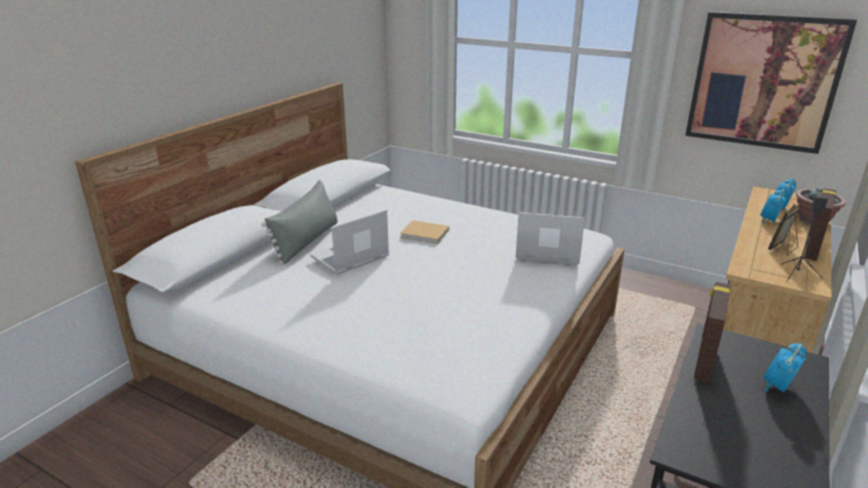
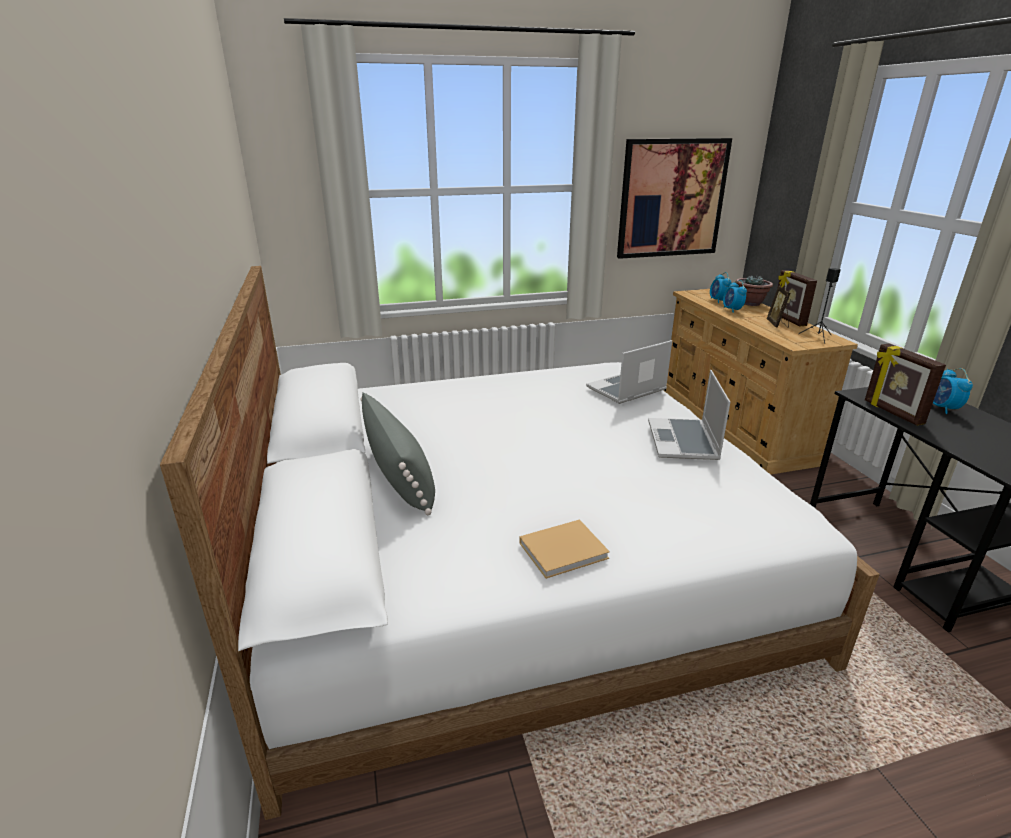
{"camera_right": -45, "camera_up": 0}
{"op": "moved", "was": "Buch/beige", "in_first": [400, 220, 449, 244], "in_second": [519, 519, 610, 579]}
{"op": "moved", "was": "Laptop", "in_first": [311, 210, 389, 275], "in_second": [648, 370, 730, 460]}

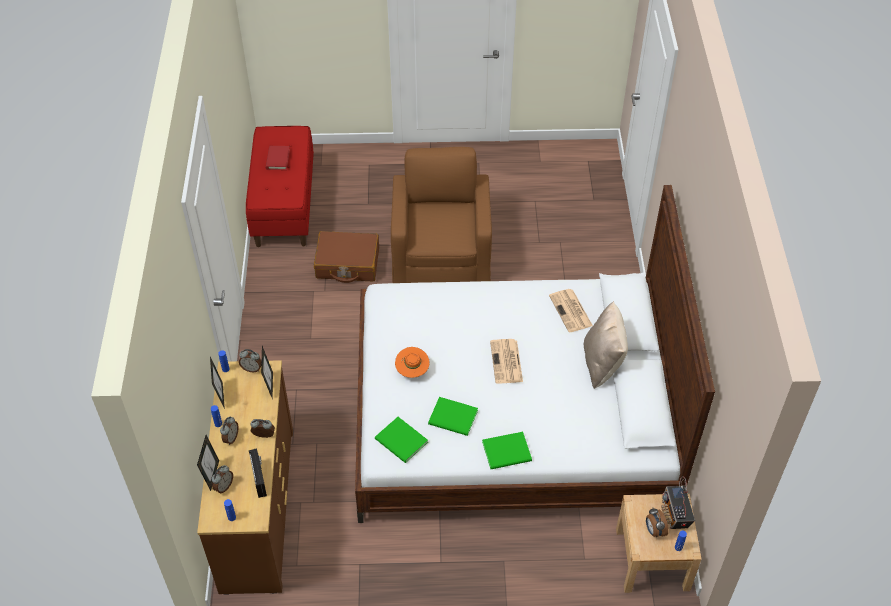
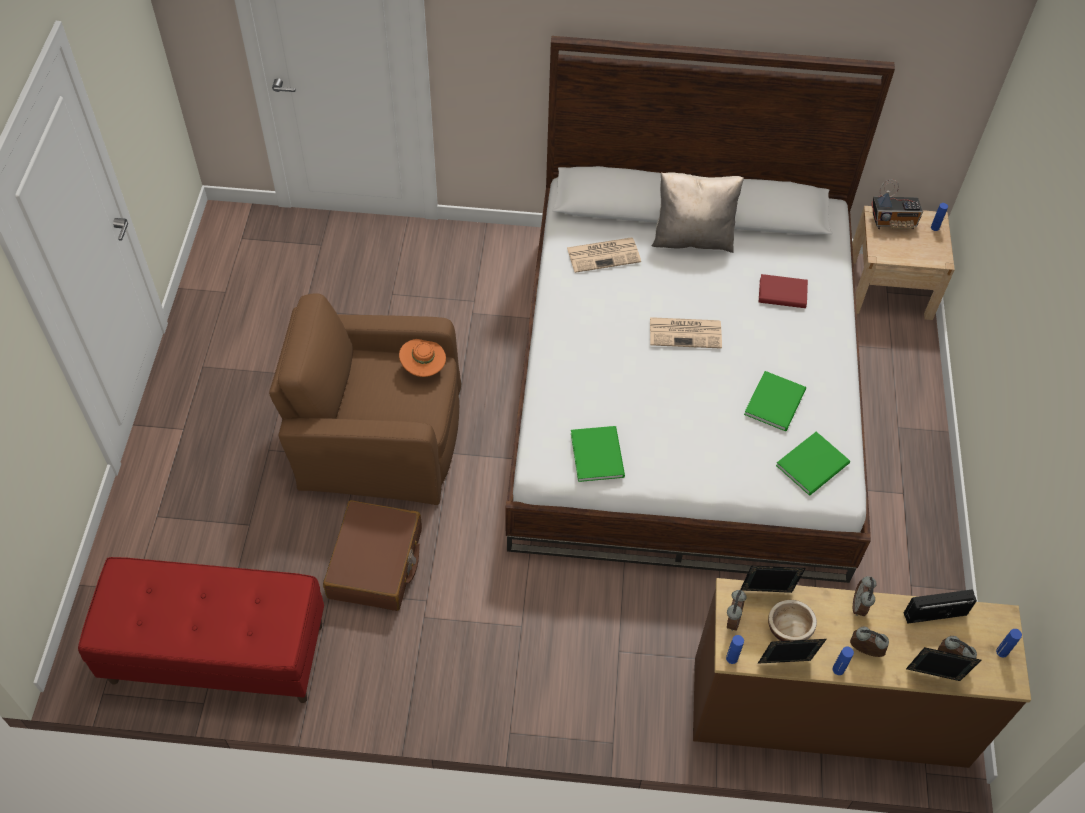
{"camera_right": -85, "camera_up": 5}
{"op": "moved", "was": "Hut/orange", "in_first": [395, 347, 430, 378], "in_second": [399, 339, 446, 377]}
{"op": "moved", "was": "Buch/grün", "in_first": [482, 432, 532, 469], "in_second": [571, 426, 625, 482]}
{"op": "moved", "was": "Buch/rot", "in_first": [265, 146, 290, 170], "in_second": [759, 274, 808, 308]}
{"op": "added", "now": "Schüssel", "in_second": [768, 600, 817, 641]}
{"op": "removed", "was": "Wecker", "in_first": [646, 508, 669, 537]}

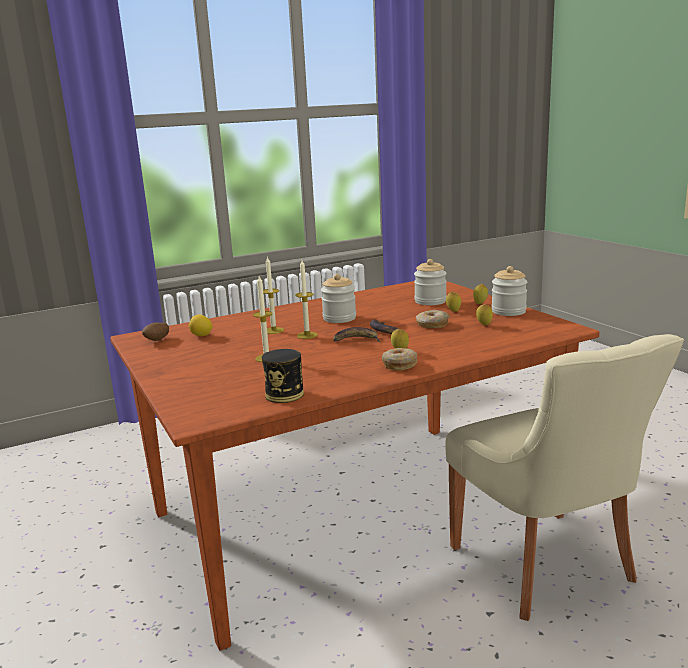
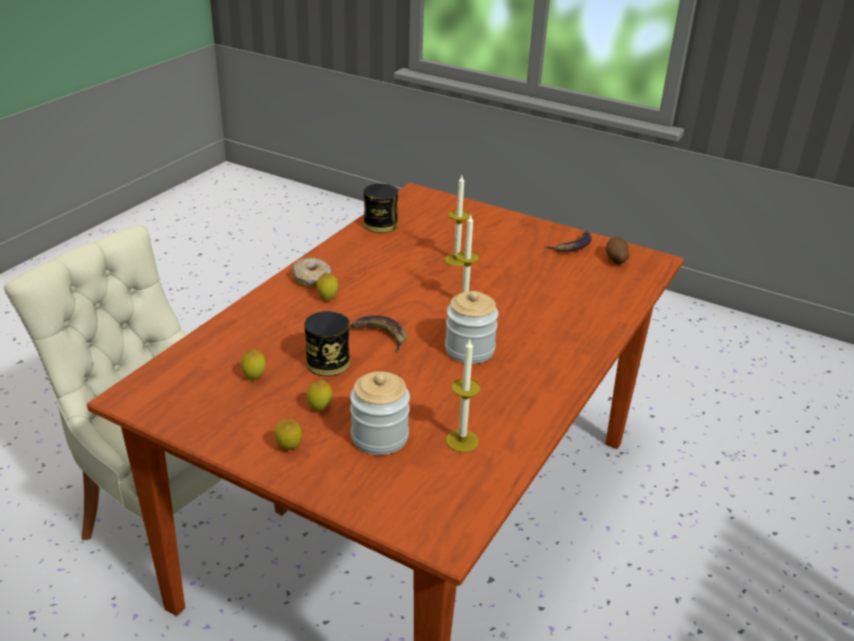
{"camera_right": 145, "camera_up": 15}
{"op": "replaced", "was": "Donut", "now": "Dose", "in_first": [416, 310, 449, 328], "in_second": [304, 311, 350, 376]}
{"op": "moved", "was": "Kerze", "in_first": [263, 256, 284, 334], "in_second": [446, 339, 481, 452]}
{"op": "moved", "was": "Banane", "in_first": [333, 327, 381, 342], "in_second": [544, 232, 592, 252]}
{"op": "removed", "was": "Zitrone", "in_first": [189, 314, 213, 336]}
{"op": "removed", "was": "Vorratsglas", "in_first": [491, 266, 527, 316]}

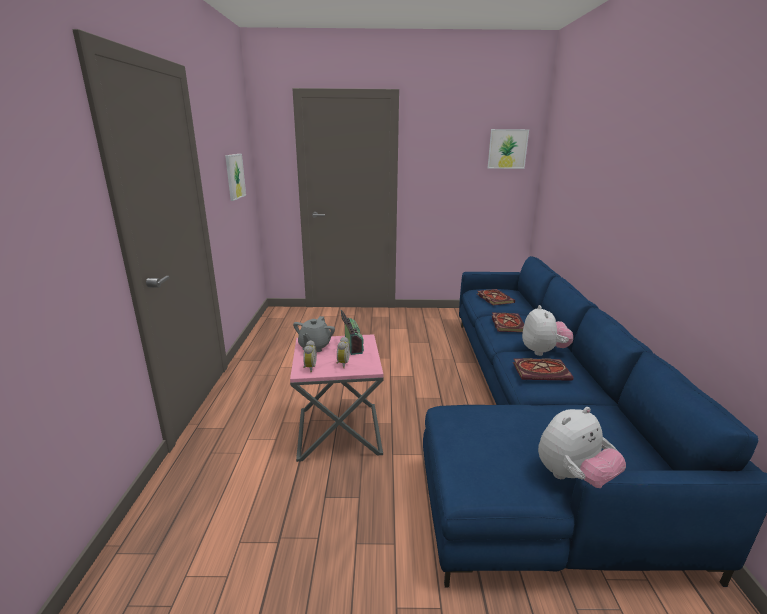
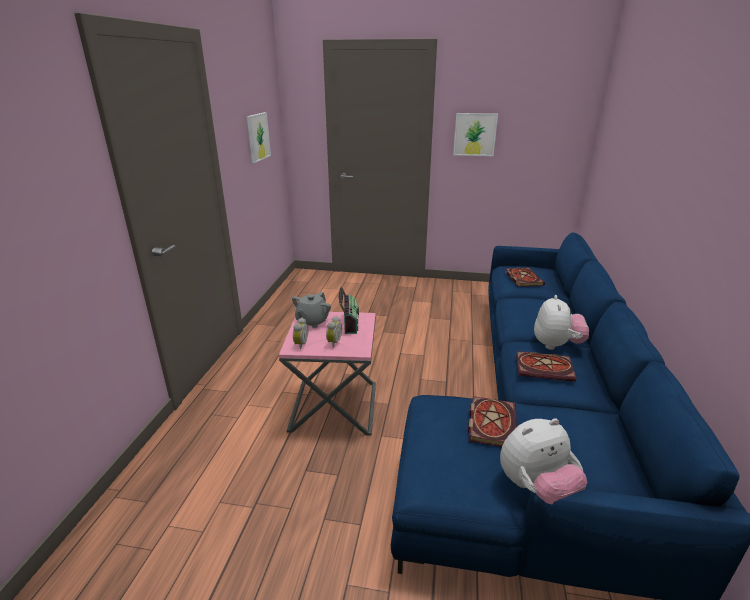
{"camera_right": 10, "camera_up": 5}
{"op": "moved", "was": "Bild", "in_first": [488, 129, 529, 169], "in_second": [453, 113, 498, 156]}
{"op": "moved", "was": "Buch", "in_first": [492, 312, 524, 332], "in_second": [468, 396, 517, 447]}

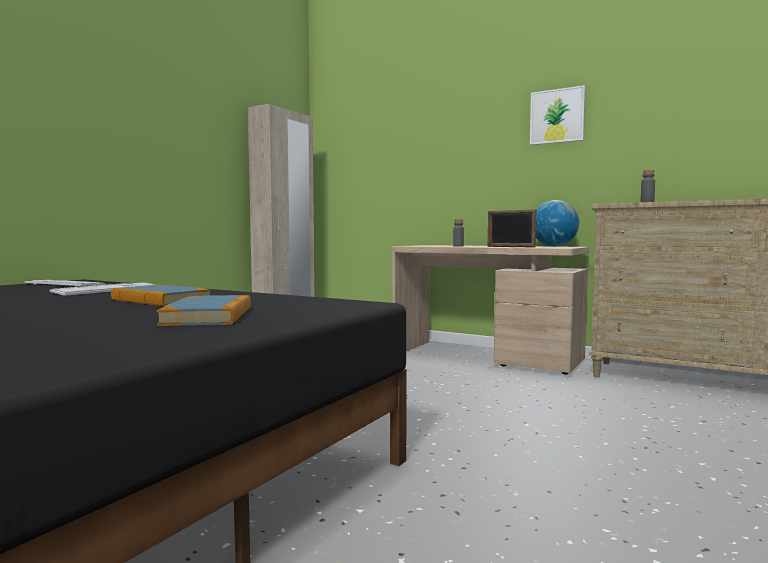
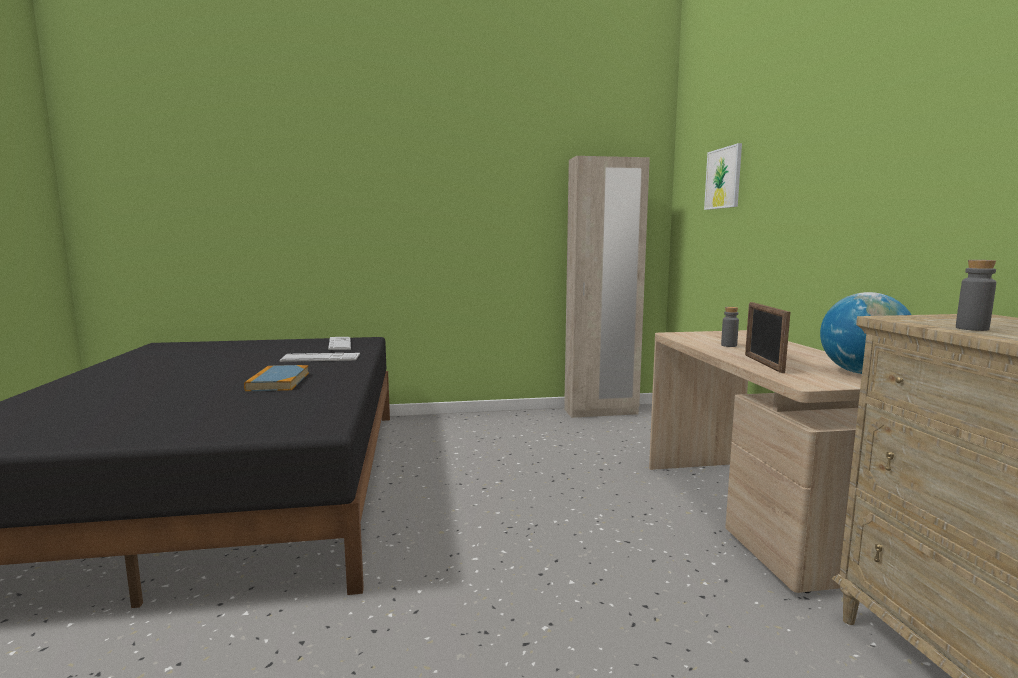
{"camera_right": 50, "camera_up": 5}
{"op": "moved", "was": "Bild", "in_first": [530, 85, 585, 145], "in_second": [704, 143, 742, 210]}
{"op": "removed", "was": "Buch", "in_first": [157, 295, 251, 326]}

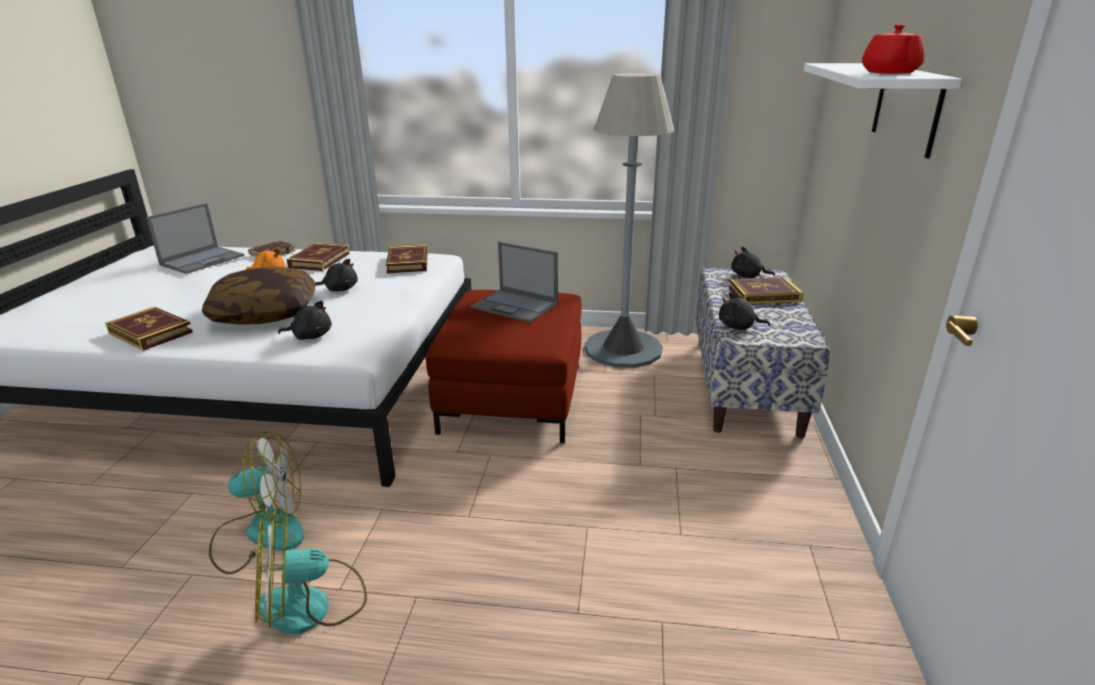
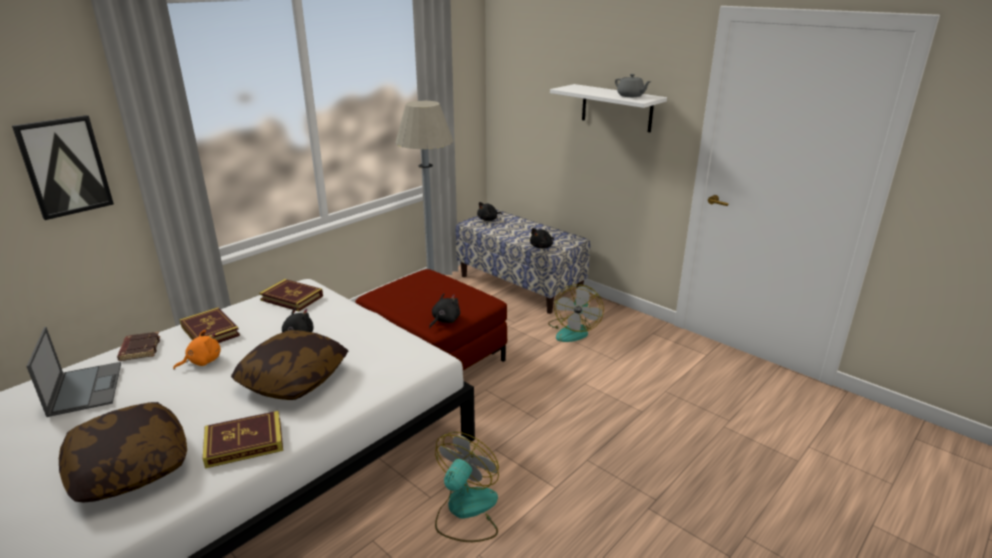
{"camera_right": -55, "camera_up": 0}
{"op": "added", "now": "Bild", "in_second": [12, 115, 114, 220]}
{"op": "added", "now": "Kissen", "in_second": [59, 402, 187, 503]}
{"op": "moved", "was": "Plüschtier/schwarz", "in_first": [278, 301, 332, 340], "in_second": [429, 293, 460, 328]}
{"op": "moved", "was": "Ventilator", "in_first": [255, 511, 367, 635], "in_second": [548, 284, 604, 342]}
{"op": "recoloured", "was": "Teekanne/rot", "now": "Teekanne/grau", "in_first": [862, 24, 925, 74], "in_second": [615, 74, 651, 97]}
{"op": "removed", "was": "Laptop", "in_first": [471, 242, 558, 323]}
{"op": "removed", "was": "Buch", "in_first": [729, 277, 803, 304]}

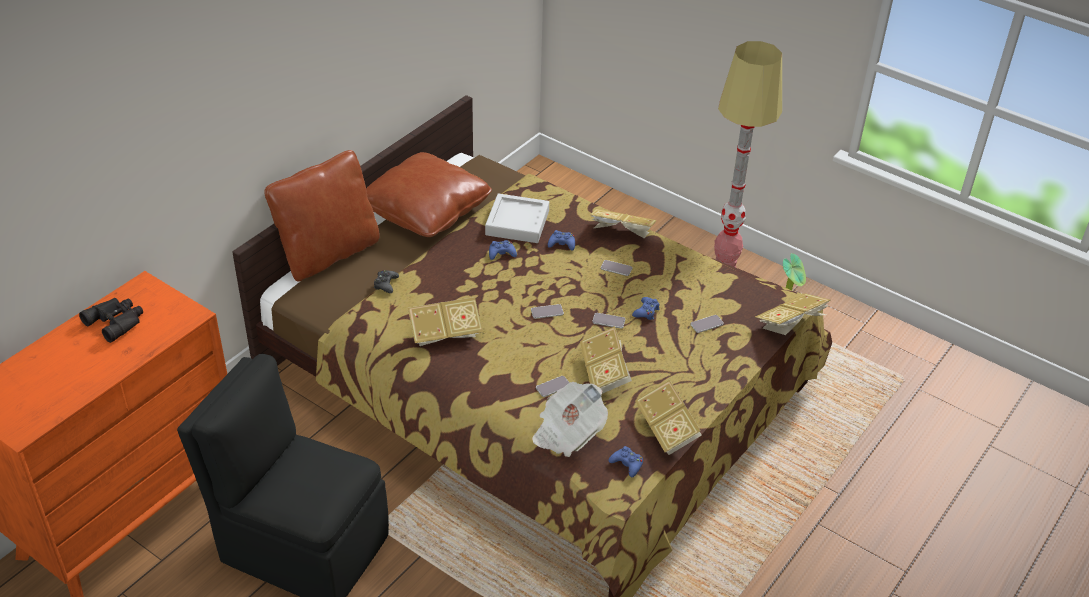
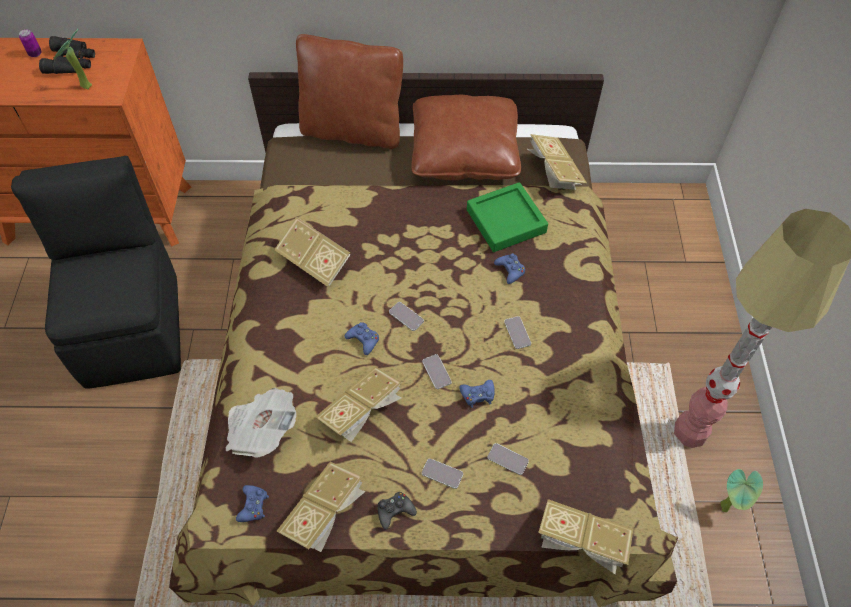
{"camera_right": 55, "camera_up": 15}
{"op": "added", "now": "Dose", "in_second": [19, 29, 42, 57]}
{"op": "added", "now": "Topfpflanze", "in_second": [54, 29, 92, 90]}
{"op": "moved", "was": "Gamepad/blau", "in_first": [489, 240, 517, 260], "in_second": [344, 322, 379, 355]}
{"op": "moved", "was": "Gamepad/schwarz", "in_first": [374, 270, 399, 293], "in_second": [378, 492, 417, 529]}
{"op": "moved", "was": "Handy", "in_first": [536, 376, 570, 397], "in_second": [422, 458, 463, 489]}
{"op": "recoloured", "was": "Tablett/grau", "now": "Tablett/grün", "in_first": [485, 193, 549, 243], "in_second": [467, 182, 548, 252]}
{"op": "moved", "was": "Buch", "in_first": [590, 209, 657, 238], "in_second": [527, 134, 587, 190]}

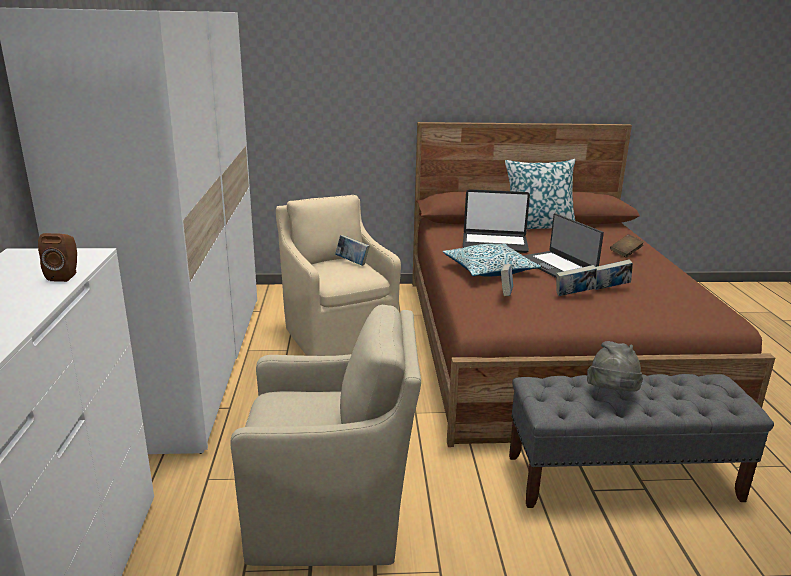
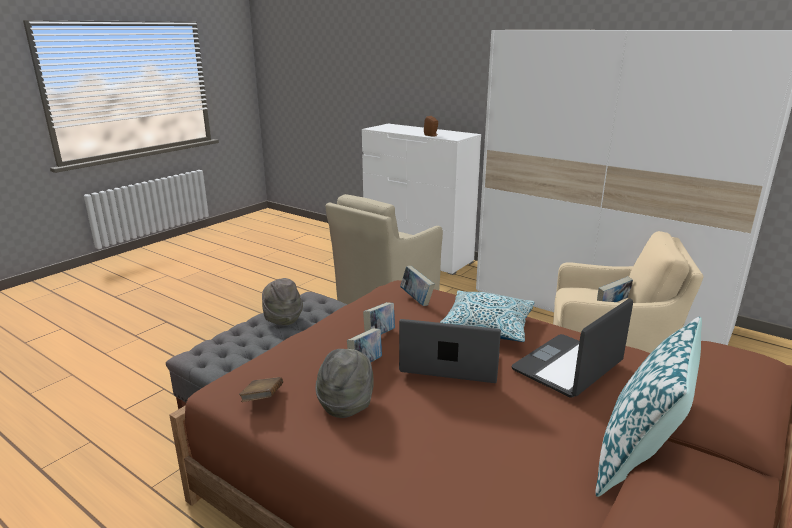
{"camera_right": 130, "camera_up": 0}
{"op": "moved", "was": "Buch/braun", "in_first": [610, 234, 644, 258], "in_second": [239, 377, 283, 402]}
{"op": "added", "now": "Hut/grau", "in_second": [316, 349, 374, 418]}

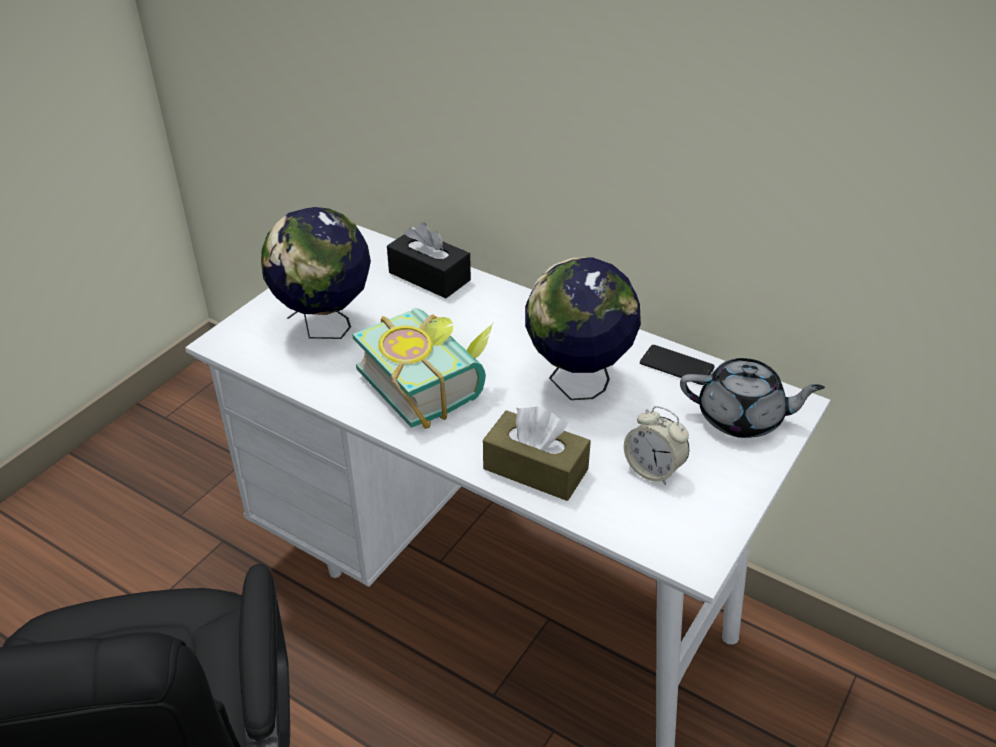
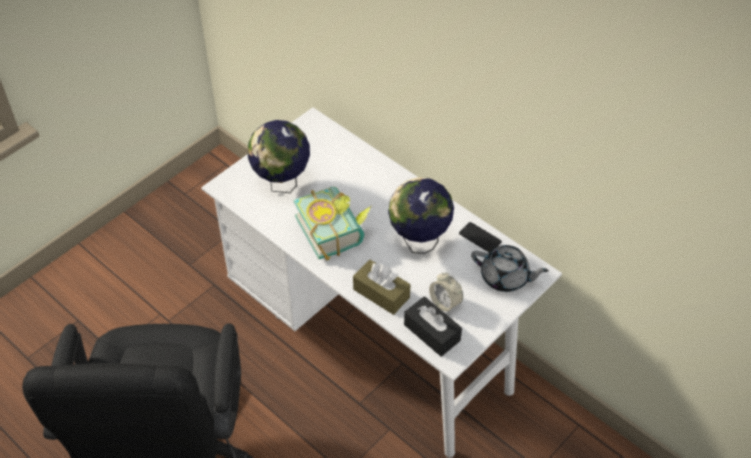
{"camera_right": 10, "camera_up": 10}
{"op": "moved", "was": "Taschentuchbox/schwarz", "in_first": [387, 222, 471, 298], "in_second": [404, 296, 462, 357]}

